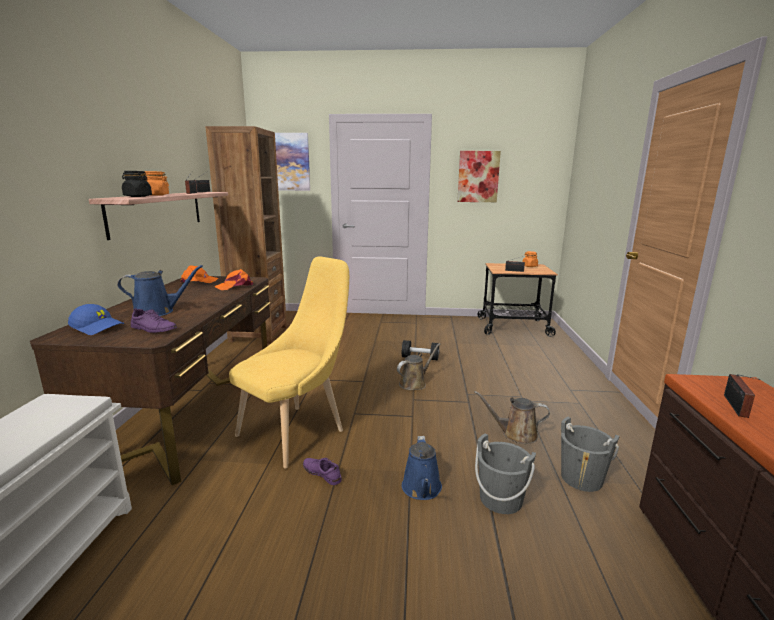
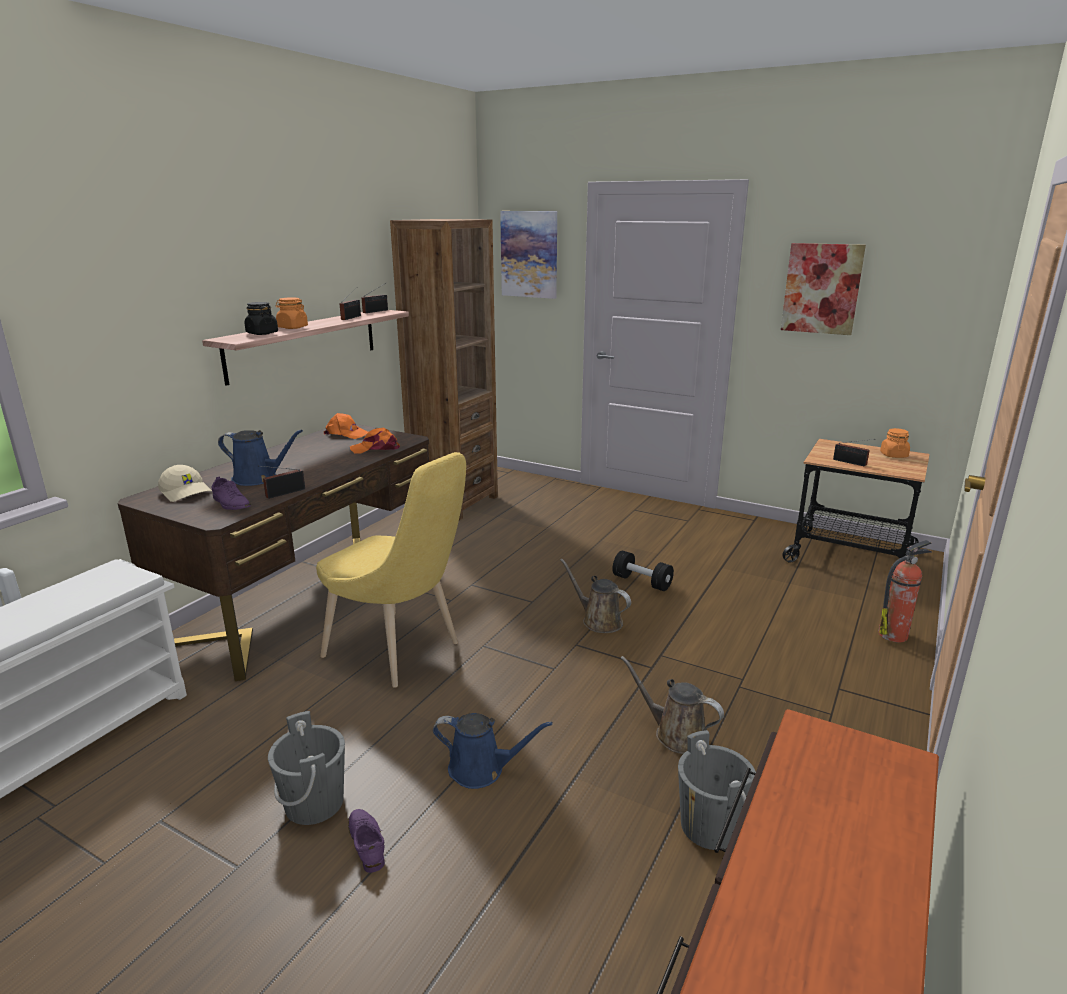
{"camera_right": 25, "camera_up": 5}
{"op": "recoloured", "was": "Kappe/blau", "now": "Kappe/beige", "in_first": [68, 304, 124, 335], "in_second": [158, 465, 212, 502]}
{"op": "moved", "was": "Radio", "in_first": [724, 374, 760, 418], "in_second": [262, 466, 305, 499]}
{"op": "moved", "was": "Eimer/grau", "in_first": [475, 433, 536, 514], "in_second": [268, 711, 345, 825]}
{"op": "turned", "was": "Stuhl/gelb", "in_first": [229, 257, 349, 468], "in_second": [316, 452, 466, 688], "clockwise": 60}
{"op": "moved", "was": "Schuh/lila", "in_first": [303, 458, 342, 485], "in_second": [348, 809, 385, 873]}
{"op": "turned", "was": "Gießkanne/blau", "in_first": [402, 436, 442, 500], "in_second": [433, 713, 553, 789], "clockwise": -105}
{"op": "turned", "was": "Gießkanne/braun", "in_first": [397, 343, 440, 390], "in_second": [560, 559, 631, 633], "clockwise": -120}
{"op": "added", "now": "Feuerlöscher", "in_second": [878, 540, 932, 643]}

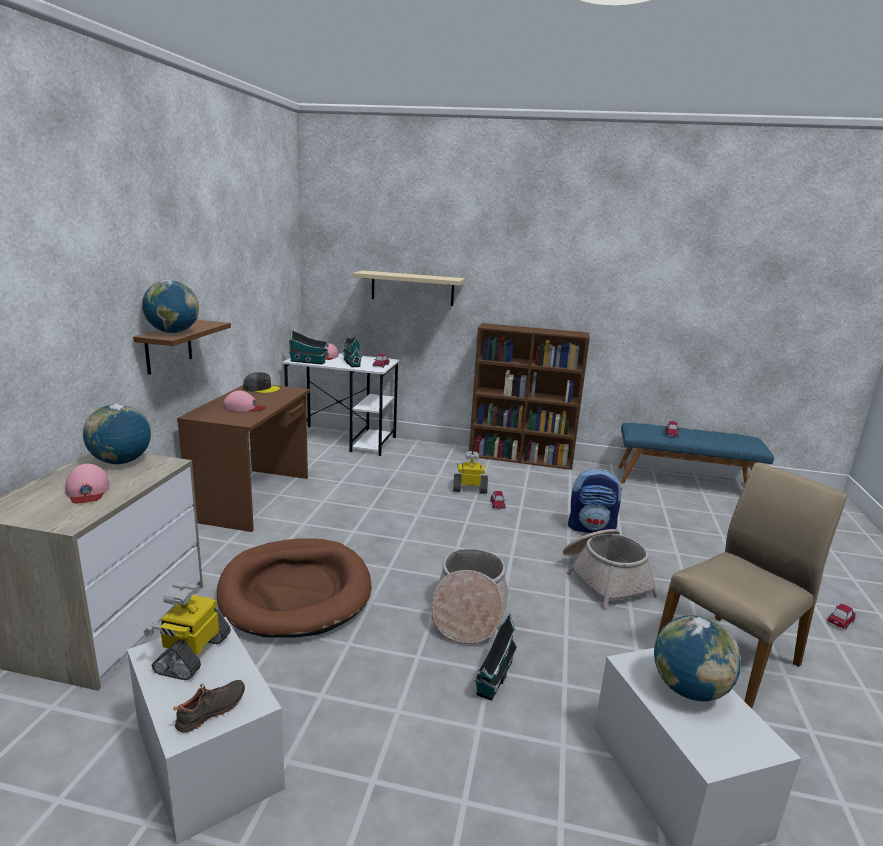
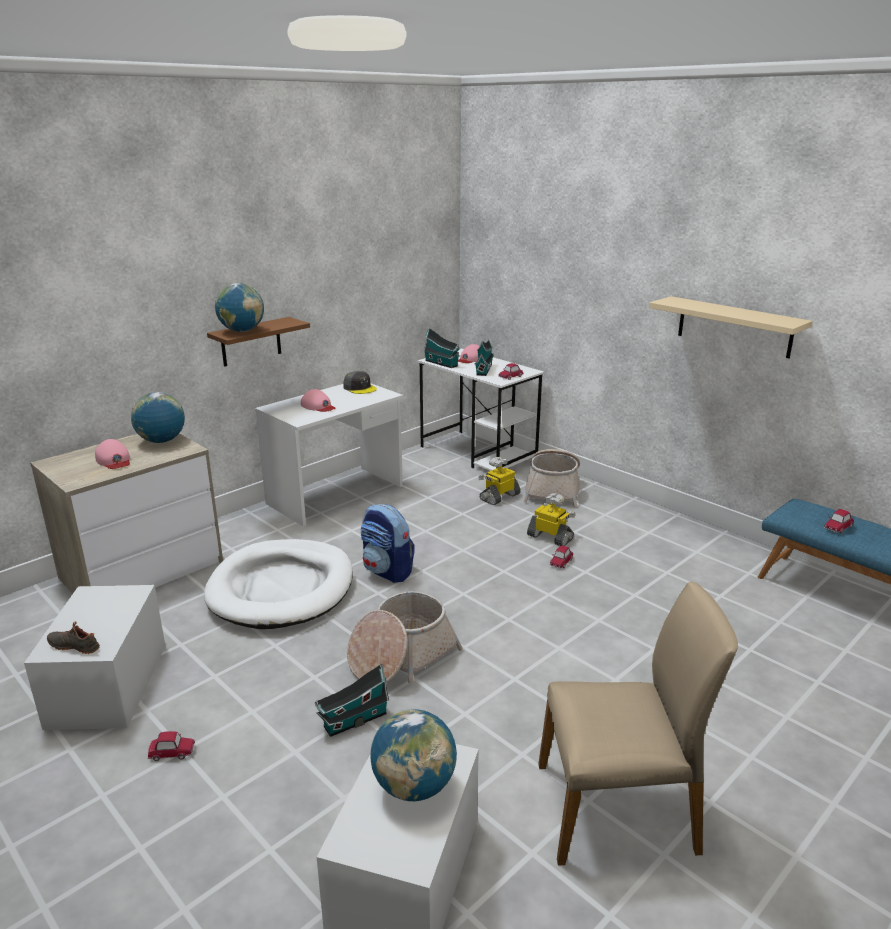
{"camera_right": 35, "camera_up": 5}
{"op": "turned", "was": "Schuh/schwarz", "in_first": [173, 680, 245, 733], "in_second": [47, 621, 100, 654], "clockwise": -150}
{"op": "turned", "was": "Kappe/rosa", "in_first": [65, 464, 109, 503], "in_second": [95, 439, 130, 469], "clockwise": -45}
{"op": "moved", "was": "Spielzeugauto", "in_first": [827, 604, 855, 630], "in_second": [148, 731, 195, 761]}
{"op": "recoloured", "was": "Hundebett/braun", "now": "Hundebett/weiß", "in_first": [217, 538, 372, 638], "in_second": [204, 539, 353, 629]}
{"op": "recoloured", "was": "Schreibtisch/braun", "now": "Schreibtisch/weiß", "in_first": [177, 385, 310, 532], "in_second": [255, 384, 403, 526]}
{"op": "moved", "was": "Rucksack", "in_first": [568, 468, 622, 533], "in_second": [360, 504, 415, 583]}
{"op": "moved", "was": "Spielzeugroboter", "in_first": [144, 582, 231, 680], "in_second": [478, 457, 521, 505]}
{"op": "moved", "was": "Korb", "in_first": [563, 529, 658, 609], "in_second": [523, 449, 580, 507]}
{"op": "moved", "was": "Wandregal/beige", "in_first": [353, 270, 465, 306], "in_second": [649, 296, 813, 358]}
{"op": "removed", "was": "Bücherregal/braun", "in_first": [469, 323, 590, 470]}

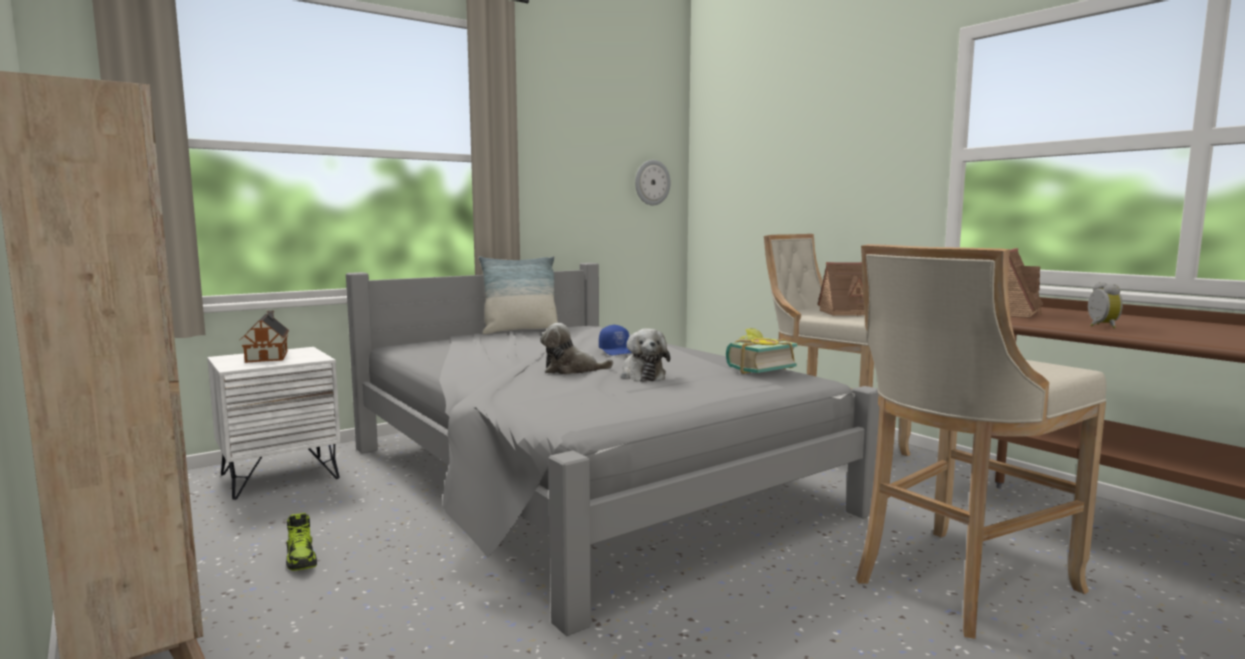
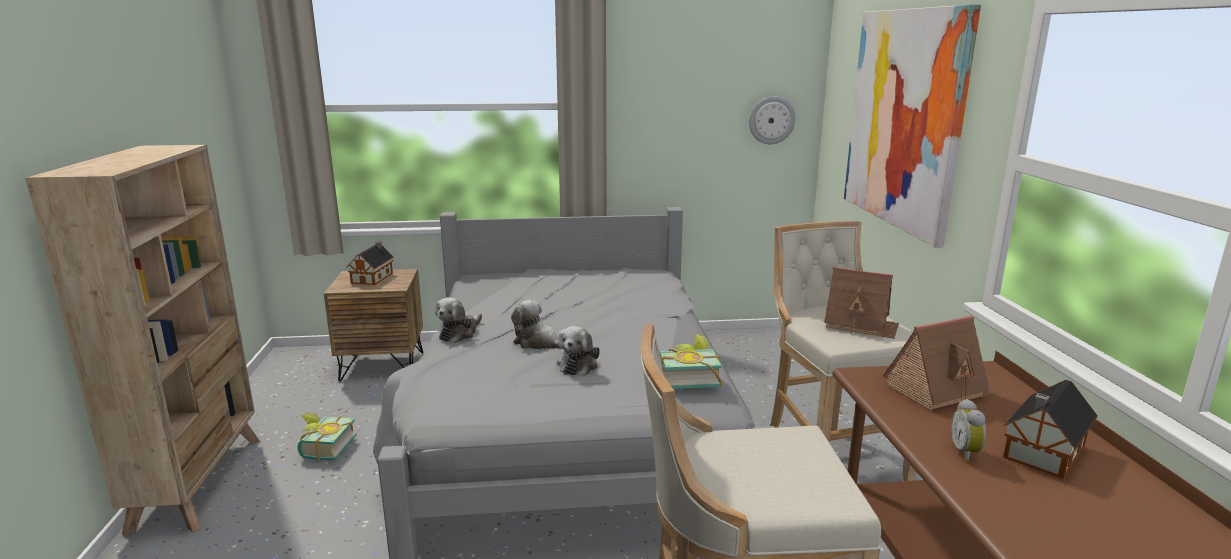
{"camera_right": 30, "camera_up": 10}
{"op": "replaced", "was": "Schuh", "now": "Buch", "in_first": [286, 513, 317, 571], "in_second": [297, 412, 357, 462]}
{"op": "recoloured", "was": "Nachttisch/weiß", "now": "Nachttisch/braun", "in_first": [207, 347, 341, 500], "in_second": [324, 269, 423, 382]}
{"op": "added", "now": "Plüschtier", "in_second": [435, 297, 482, 343]}
{"op": "added", "now": "Bild", "in_second": [844, 4, 981, 248]}
{"op": "turned", "was": "Wecker", "in_first": [1088, 282, 1123, 329], "in_second": [951, 399, 986, 462], "clockwise": 150}
{"op": "added", "now": "Spielzeughaus", "in_second": [1003, 380, 1098, 479]}
{"op": "removed", "was": "Kissen", "in_first": [479, 256, 558, 334]}
{"op": "removed", "was": "Kappe/blau", "in_first": [599, 324, 631, 355]}

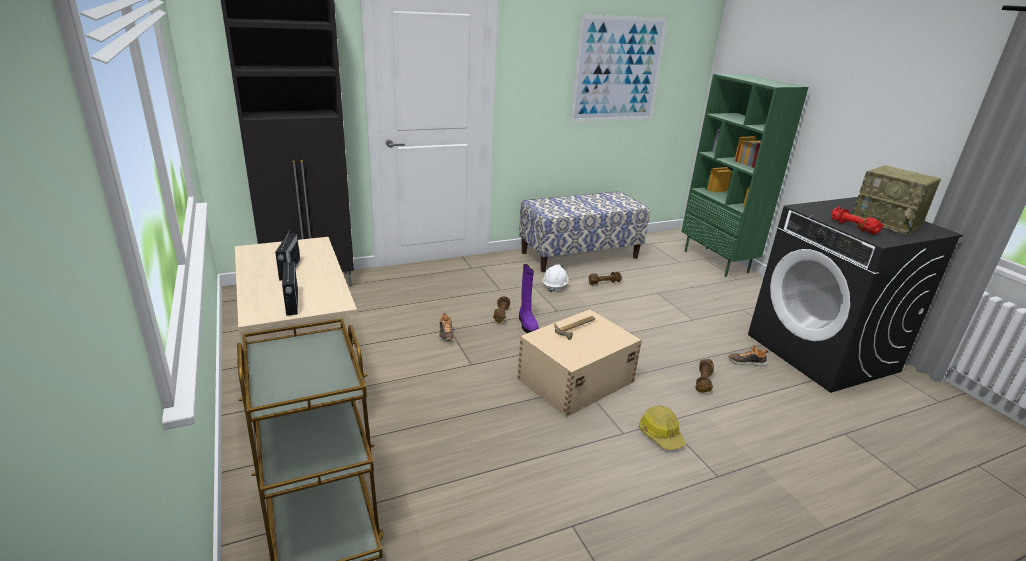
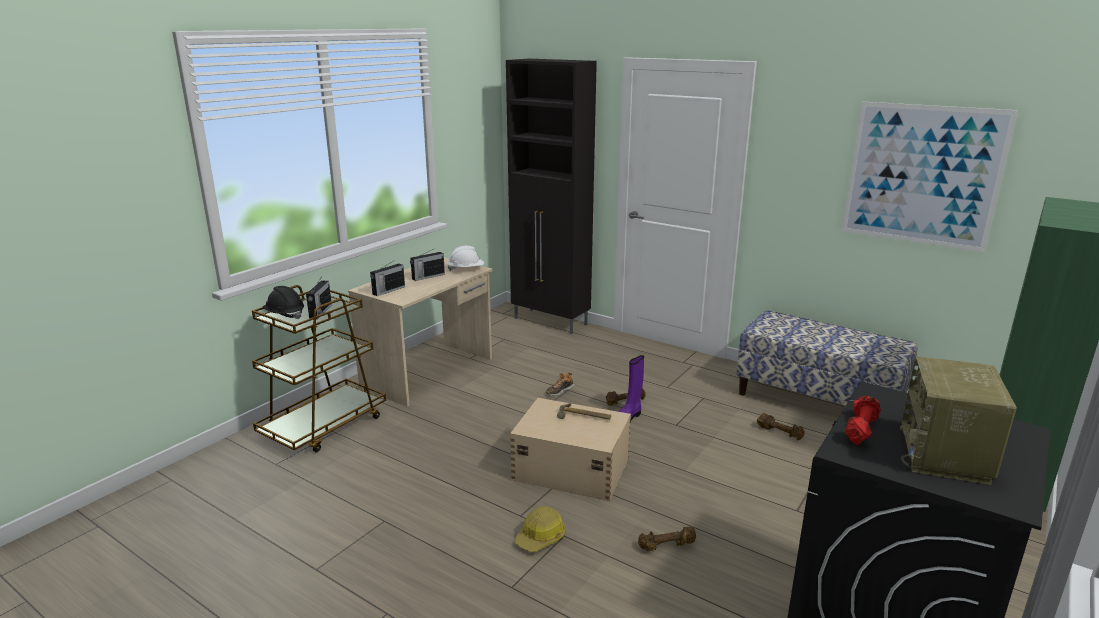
{"camera_right": 60, "camera_up": -5}
{"op": "added", "now": "Schutzhelm/schwarz", "in_second": [263, 286, 304, 319]}
{"op": "added", "now": "Radio", "in_second": [306, 275, 332, 319]}
{"op": "moved", "was": "Schutzhelm/weiß", "in_first": [542, 264, 569, 292], "in_second": [448, 246, 484, 271]}
{"op": "removed", "was": "Schuh", "in_first": [728, 345, 768, 366]}

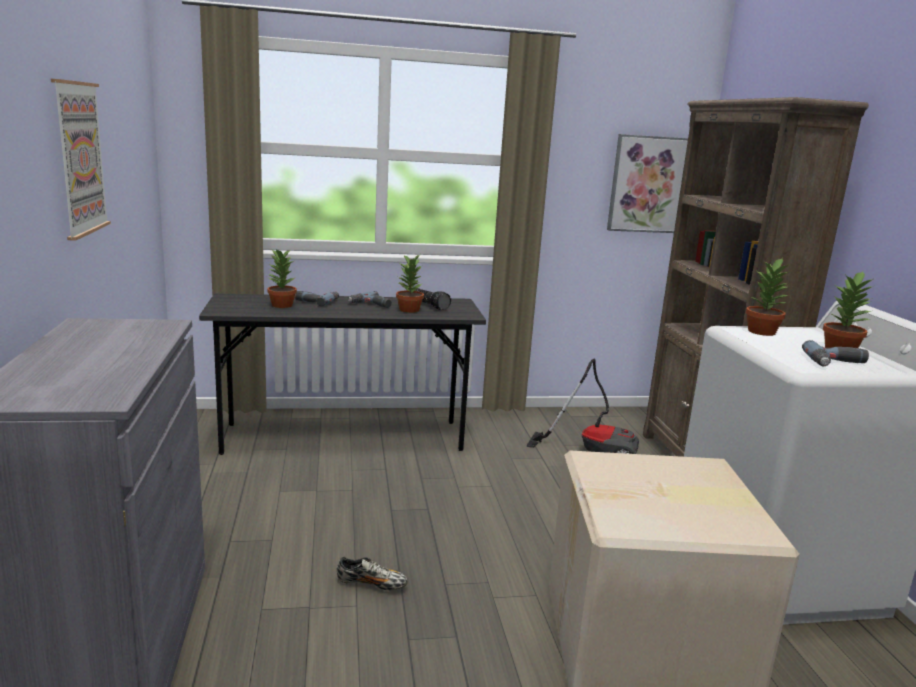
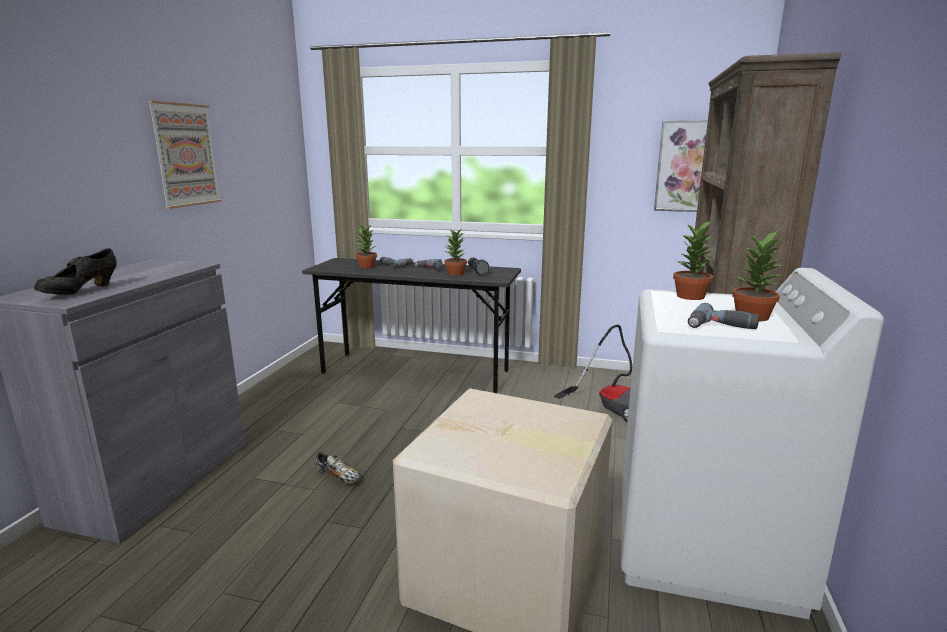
{"camera_right": 25, "camera_up": 0}
{"op": "added", "now": "Schuh/schwarz", "in_second": [34, 248, 117, 295]}

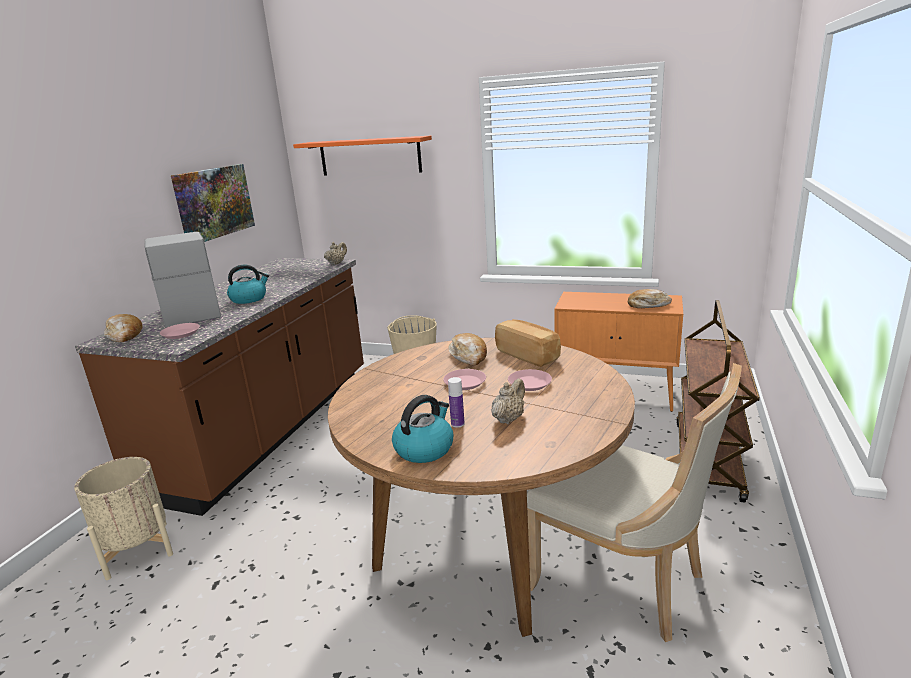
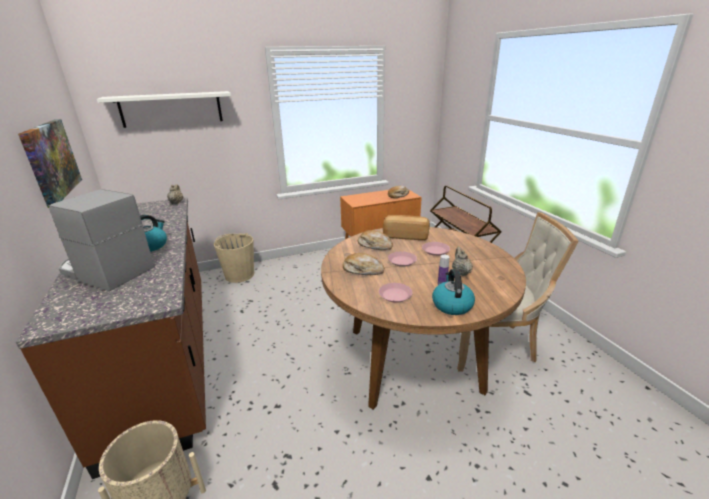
{"camera_right": -40, "camera_up": 5}
{"op": "recoloured", "was": "Wandregal/orange", "now": "Wandregal/weiß", "in_first": [293, 136, 432, 176], "in_second": [97, 91, 231, 128]}
{"op": "moved", "was": "Brot", "in_first": [104, 314, 142, 342], "in_second": [343, 253, 384, 275]}
{"op": "moved", "was": "Teller/rosa", "in_first": [160, 323, 200, 339], "in_second": [379, 283, 413, 303]}

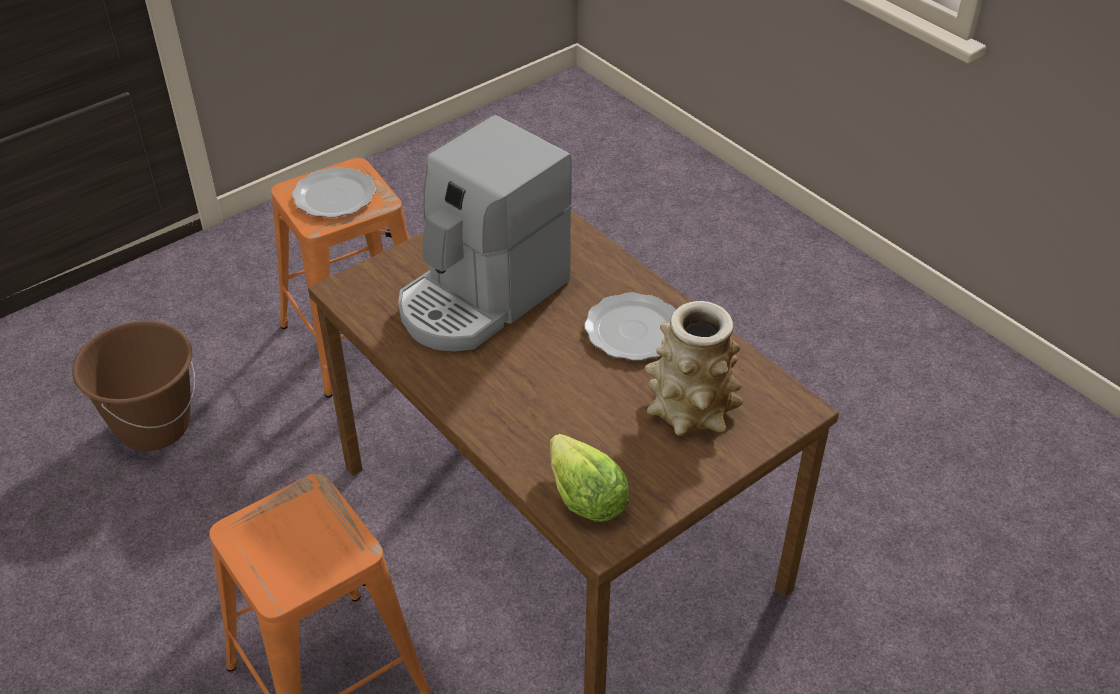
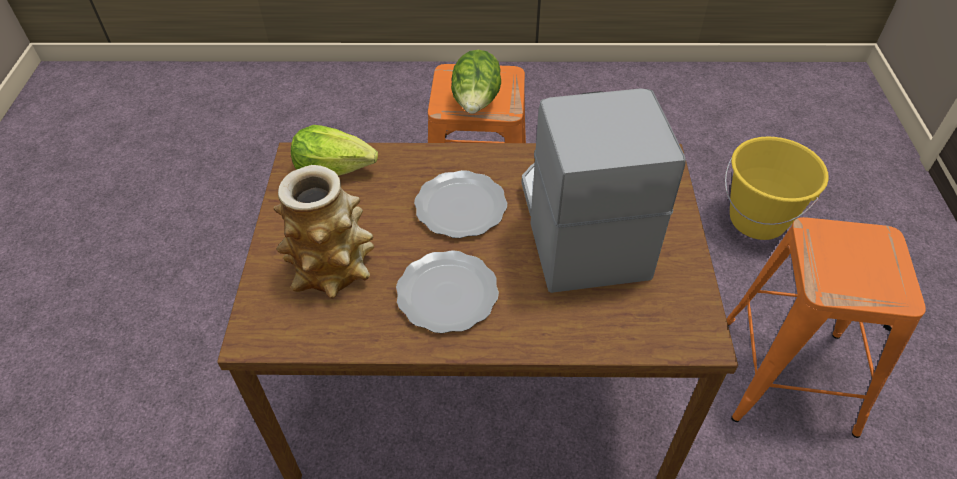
{"camera_right": 130, "camera_up": 5}
{"op": "moved", "was": "Teller", "in_first": [292, 167, 376, 218], "in_second": [414, 170, 507, 238]}
{"op": "added", "now": "Salatkopf", "in_second": [451, 50, 501, 114]}
{"op": "recoloured", "was": "Eimer/braun", "now": "Eimer/gelb", "in_first": [72, 321, 195, 451], "in_second": [725, 136, 829, 240]}

